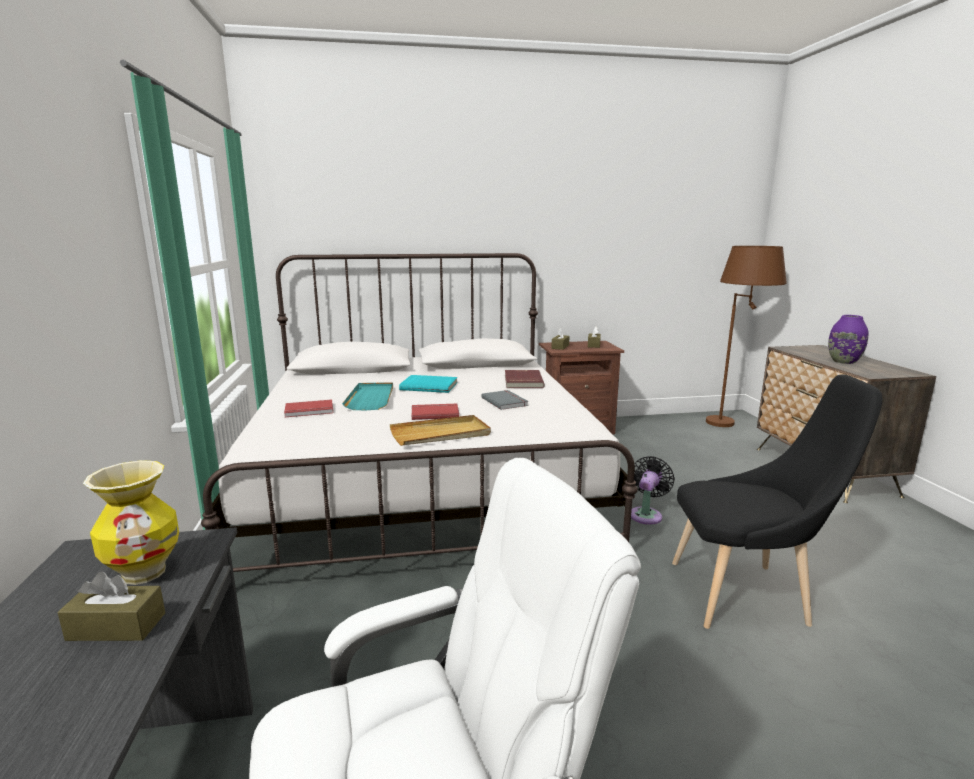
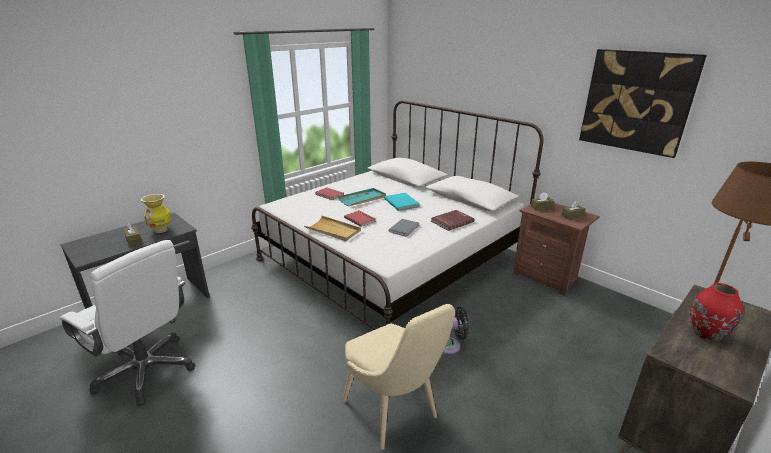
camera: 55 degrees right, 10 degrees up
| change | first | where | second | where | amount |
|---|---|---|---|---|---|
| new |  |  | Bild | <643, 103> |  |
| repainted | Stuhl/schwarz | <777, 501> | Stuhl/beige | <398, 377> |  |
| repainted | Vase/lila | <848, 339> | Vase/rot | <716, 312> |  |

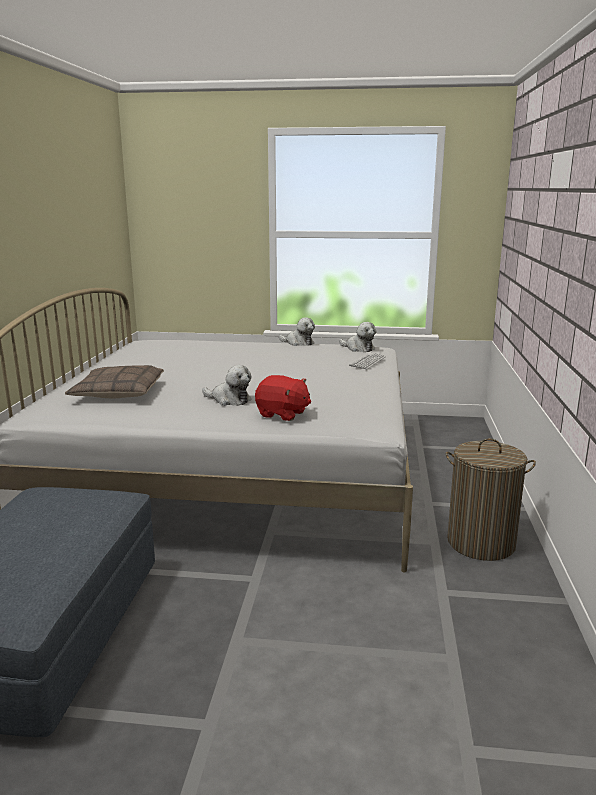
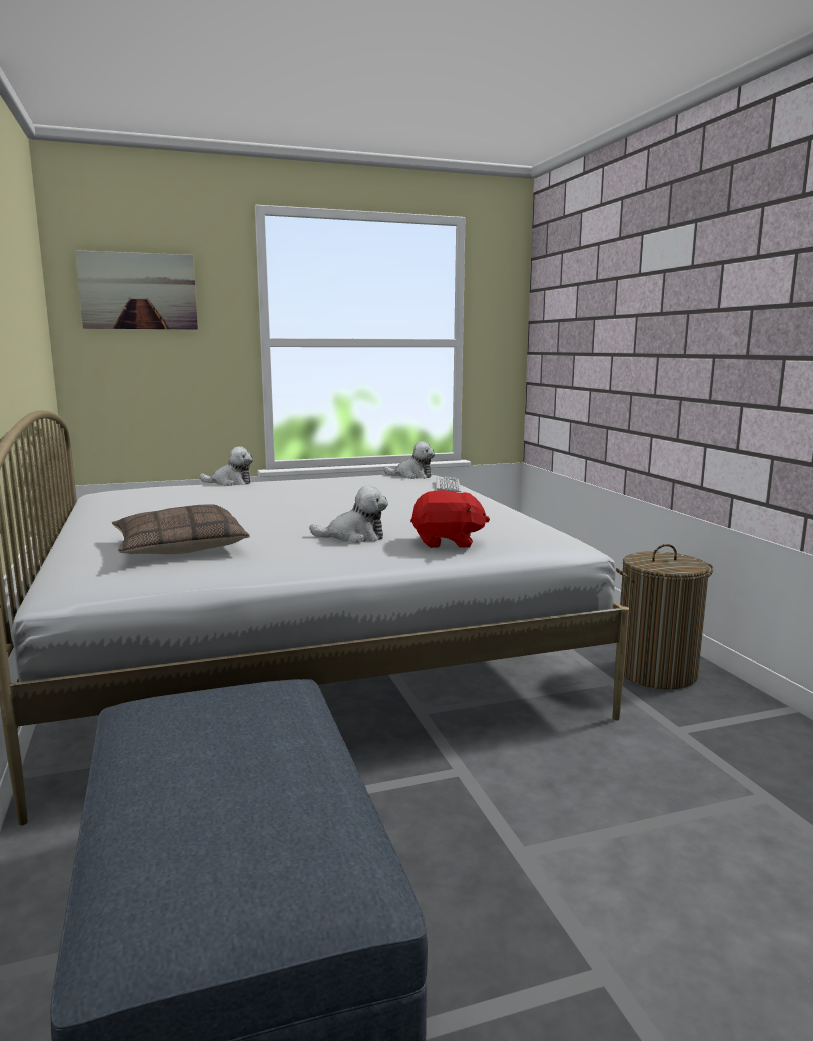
camera: 25 degrees left, 5 degrees down
| change | first | where | second | where | amount |
|---|---|---|---|---|---|
| new |  |  | Bild | <136, 290> |  |
| shifted | Plüschtier | <297, 331> |  | <226, 466> |  |

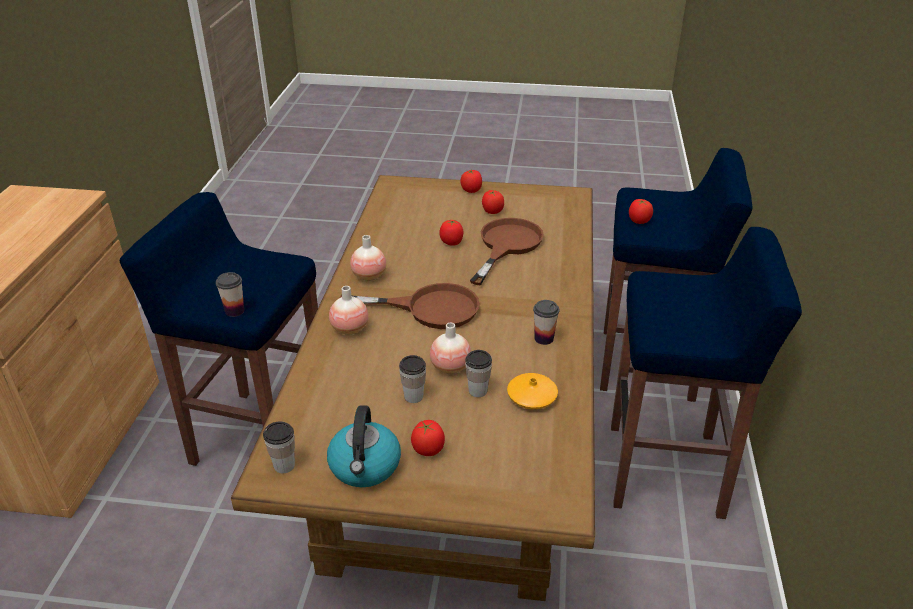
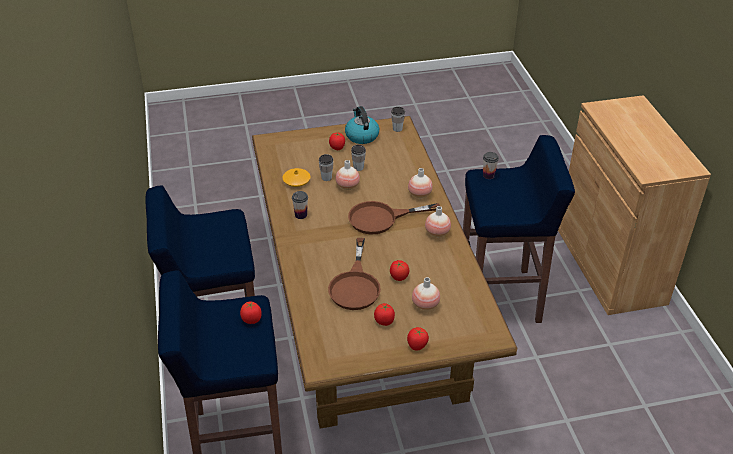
camera: 160 degrees right, 5 degrees up
| change | first | where | second | where | amount |
|---|---|---|---|---|---|
| new |  |  | Vase | <426, 293> |  |

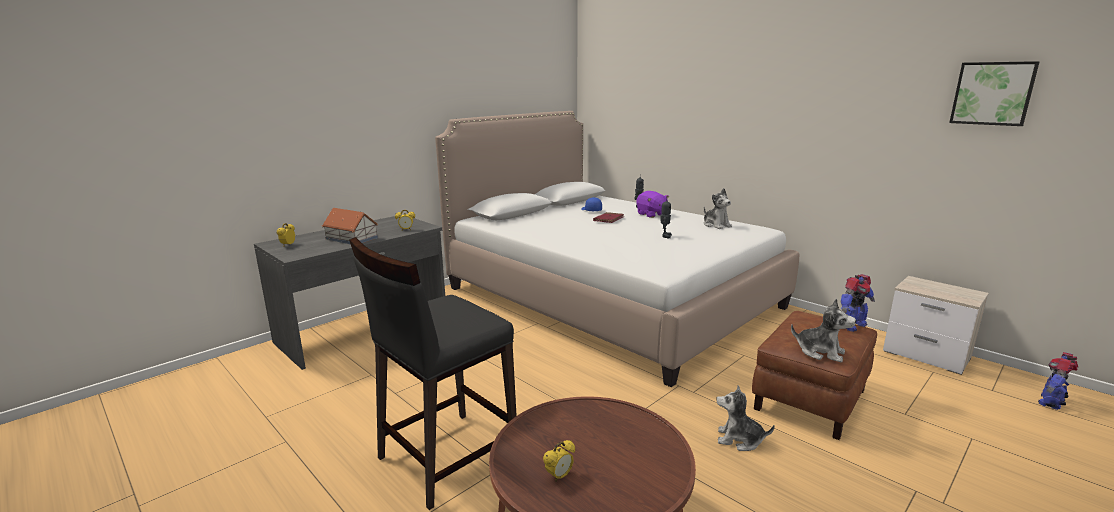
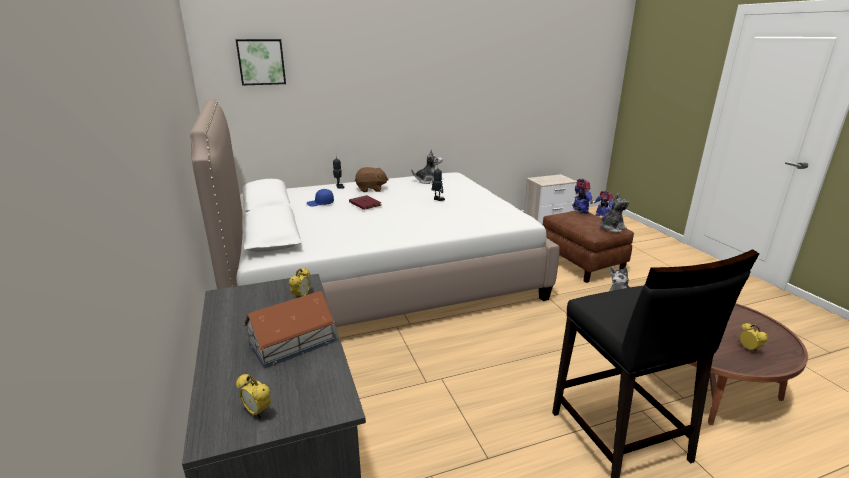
camera: 65 degrees left, 5 degrees up
| change | first | where | second | where | amount |
|---|---|---|---|---|---|
| shifted | Bild | <994, 93> |  | <261, 62> |  |
| repainted | Plüschtier/lila | <652, 204> | Plüschtier/braun | <372, 179> |  |

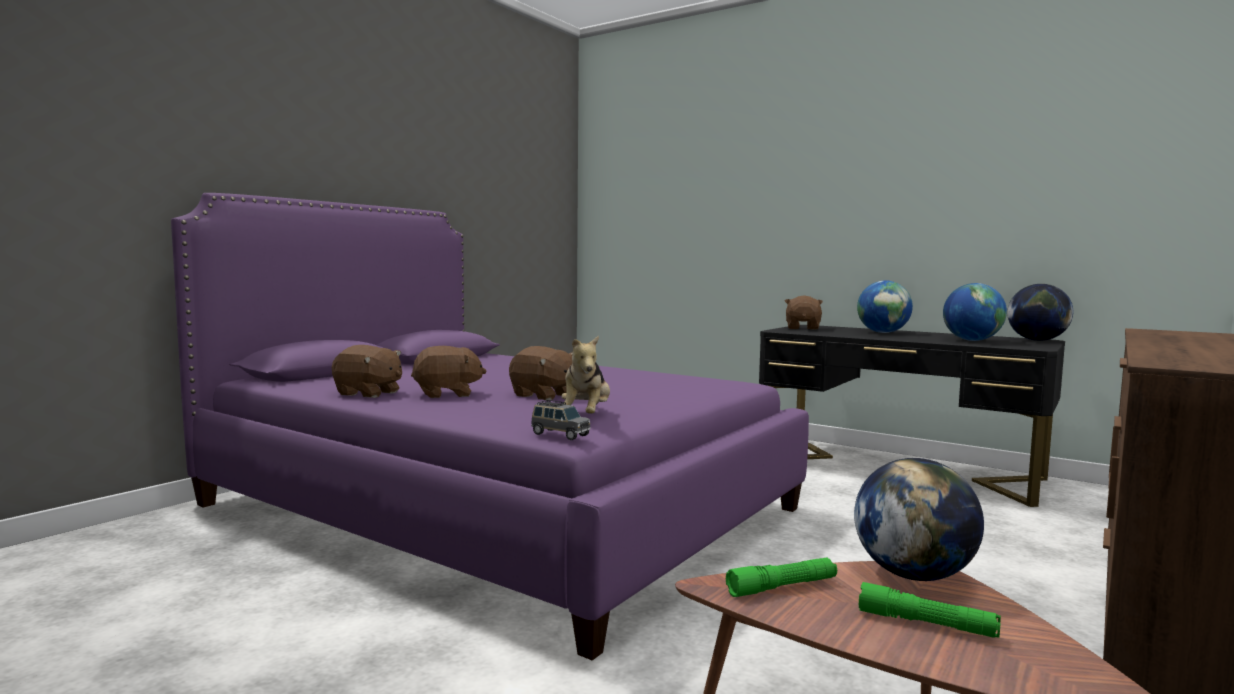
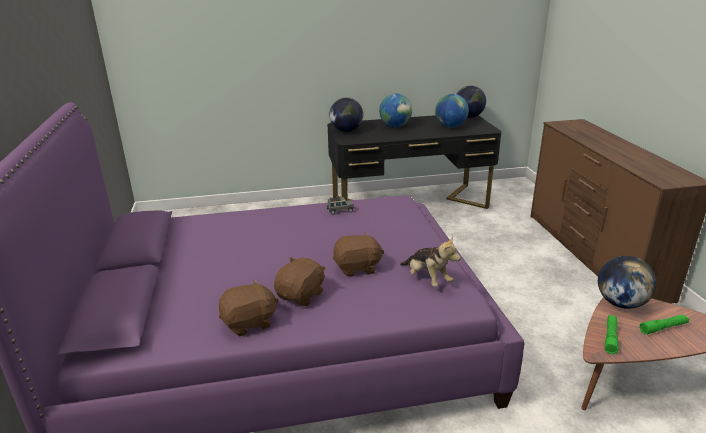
camera: 45 degrees left, 20 degrees up
| change | first | where | second | where | amount |
|---|---|---|---|---|---|
| shifted | Spielzeugauto/grau | <561, 420> |  | <340, 206> |  |
| swapped | Plüschtier/braun | <804, 312> | Globus | <346, 115> |  |

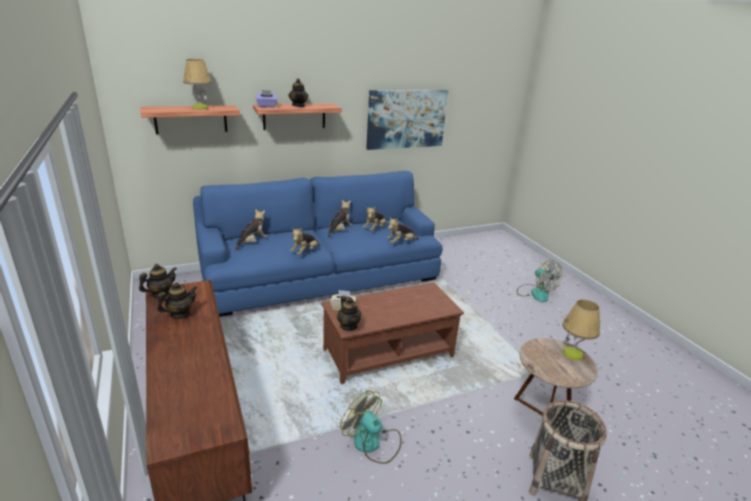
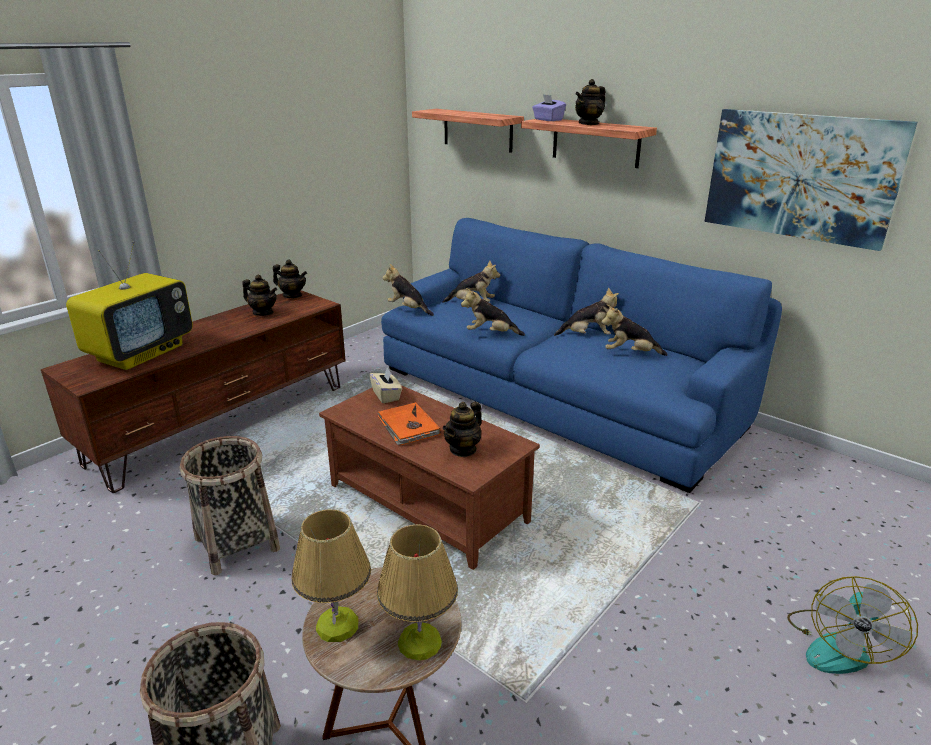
camera: 65 degrees right, 0 degrees up
| change | first | where | second | where | amount |
|---|---|---|---|---|---|
| new |  |  | Fernseher | <129, 305> |  |
| new |  |  | Buch/orange | <409, 423> |  |
| shifted | Tischlampe | <197, 84> |  | <331, 575> |  |
| shifted | Teekanne | <349, 313> |  | <462, 429> |  |
| shifted | Plüschtier | <403, 230> |  | <408, 290> |  |
| swapped | Ventilator | <371, 427> | Korb | <230, 505> |  |

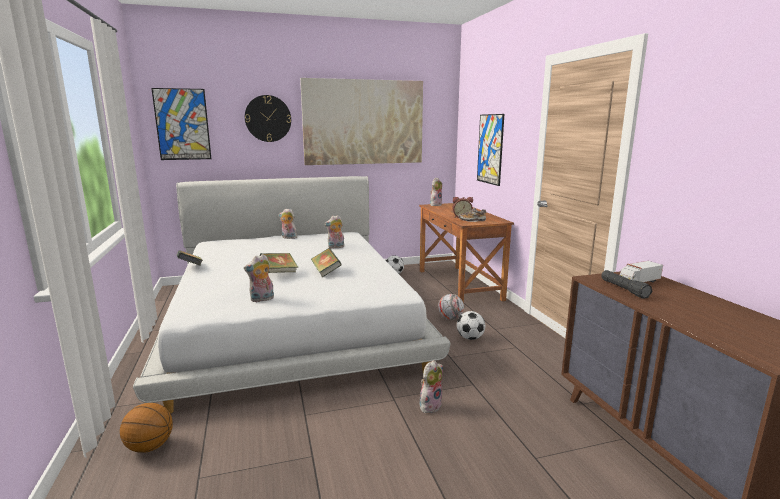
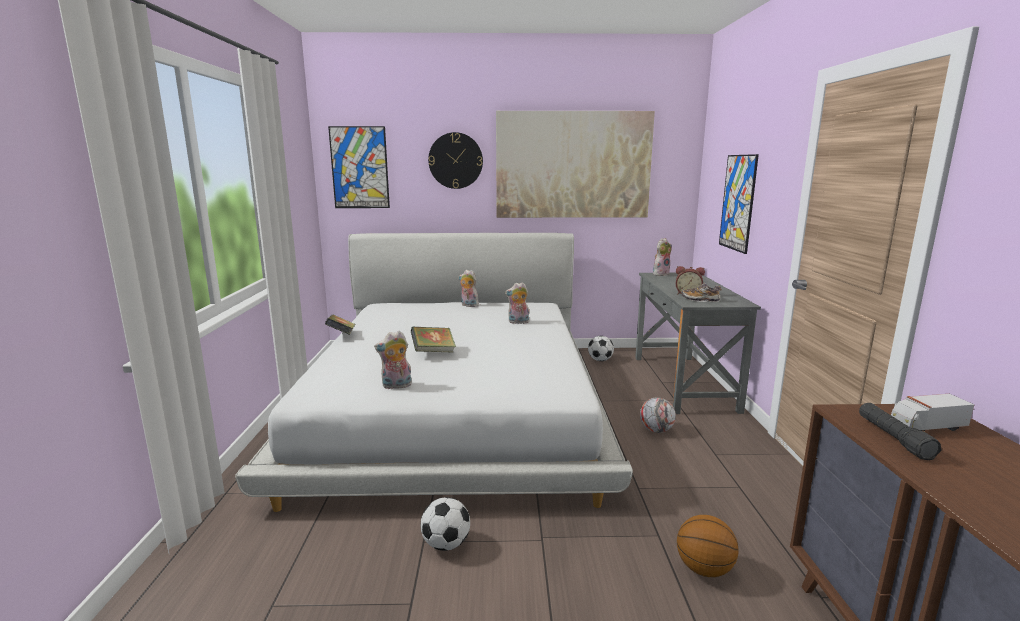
camera: 15 degrees right, 0 degrees up
| change | first | where | second | where | amount |
|---|---|---|---|---|---|
| gone | Buch | <326, 262> |  |  |  |
| gone | Plüschtier | <431, 386> |  |  |  |
| shifted | Basketball | <146, 428> |  | <707, 546> |  |
| shifted | Fußball | <471, 325> |  | <445, 524> |  |
| repainted | Schreibtisch/braun | <466, 253> | Schreibtisch/grau | <698, 343> |  |

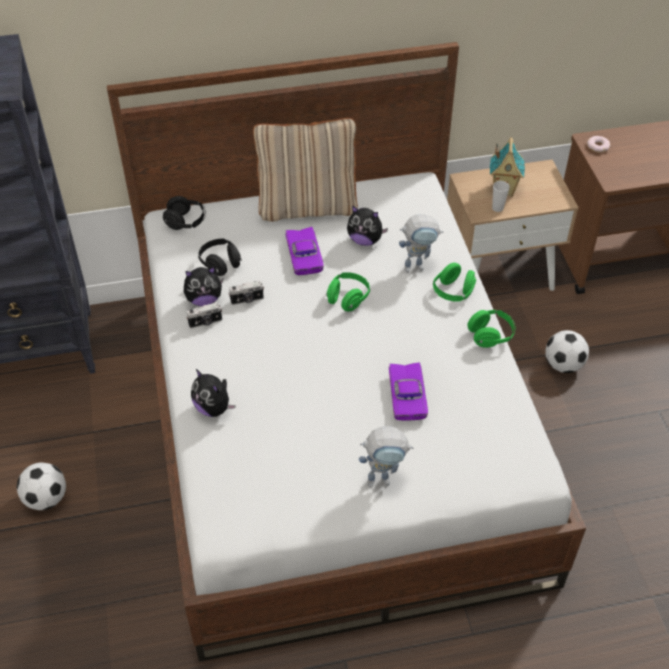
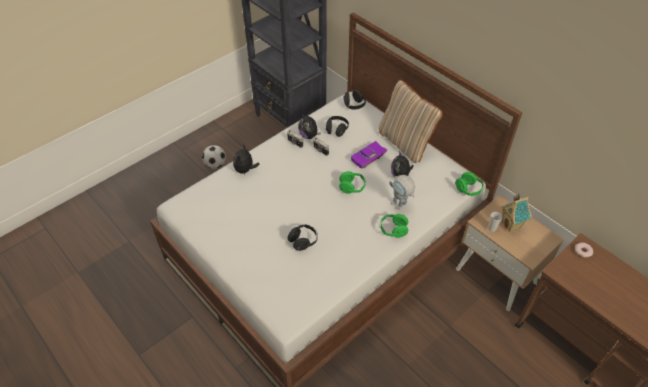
camera: 60 degrees right, 0 degrees up
| change | first | where | second | where | amount |
|---|---|---|---|---|---|
| gone | Spielzeugroboter | <386, 456> |  |  |  |
| gone | Fußball | <567, 351> |  |  |  |
| shifted | Kopfhörer/grün | <491, 329> |  | <469, 184> |  |
| swapped | Spielzeugauto/lila | <408, 391> | Kopfhörer/schwarz | <303, 237> |  |

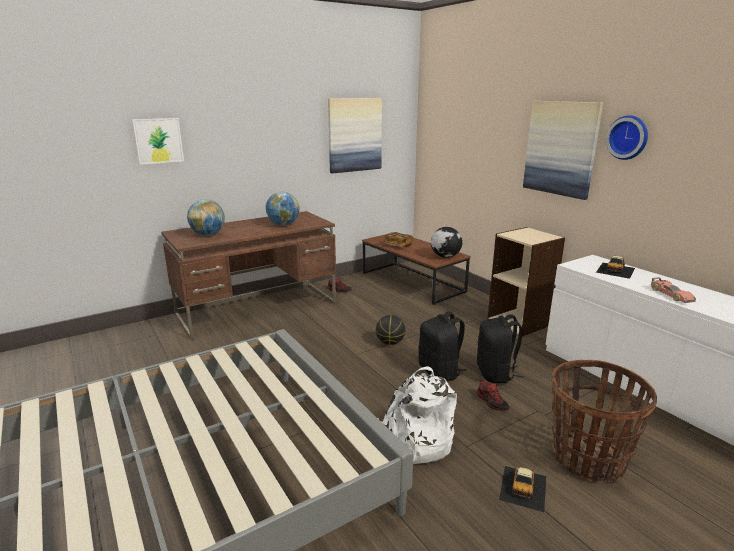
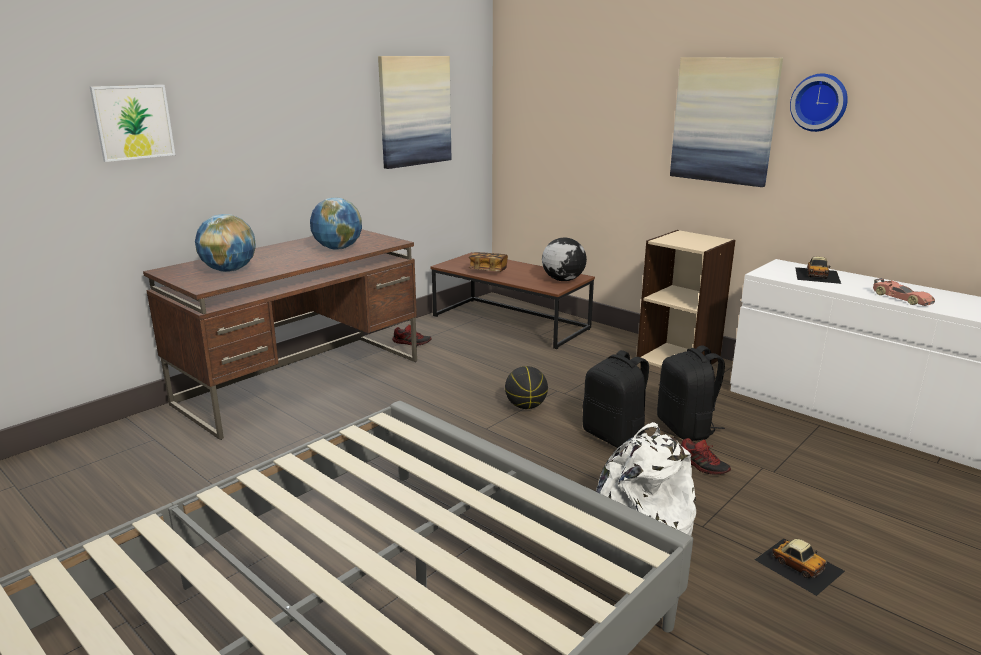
camera: 15 degrees left, 0 degrees up
| change | first | where | second | where | amount |
|---|---|---|---|---|---|
| gone | Korb | <604, 421> |  |  |  |
| rotated | Spielzeugauto | <522, 489> |  | <800, 567> | 45 degrees counterclockwise |

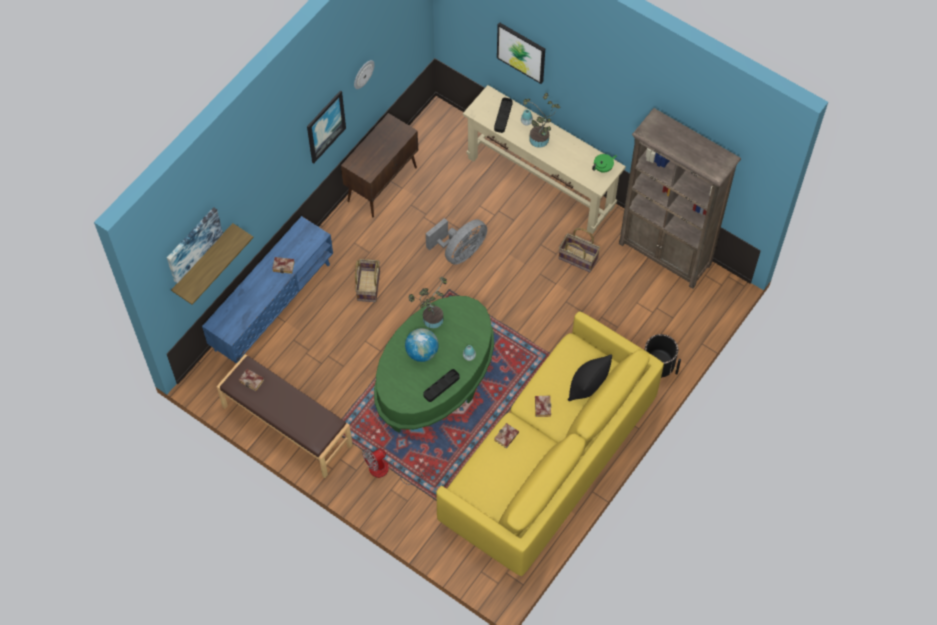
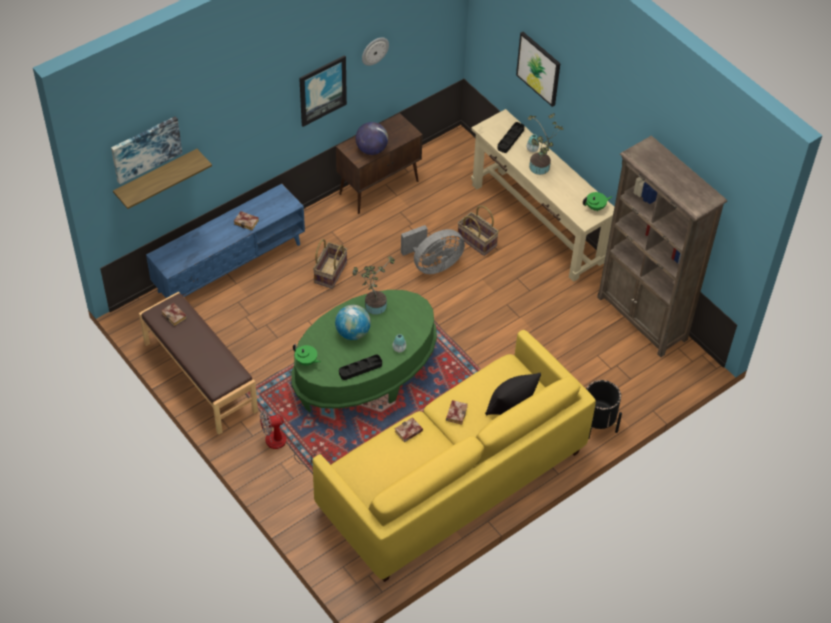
camera: 15 degrees right, 10 degrees down
| change | first | where | second | where | amount |
|---|---|---|---|---|---|
| new |  |  | Teekanne/grün | <307, 355> |  |
| new |  |  | Globus | <371, 138> |  |
| shifted | Korb | <579, 250> |  | <478, 231> |  |

